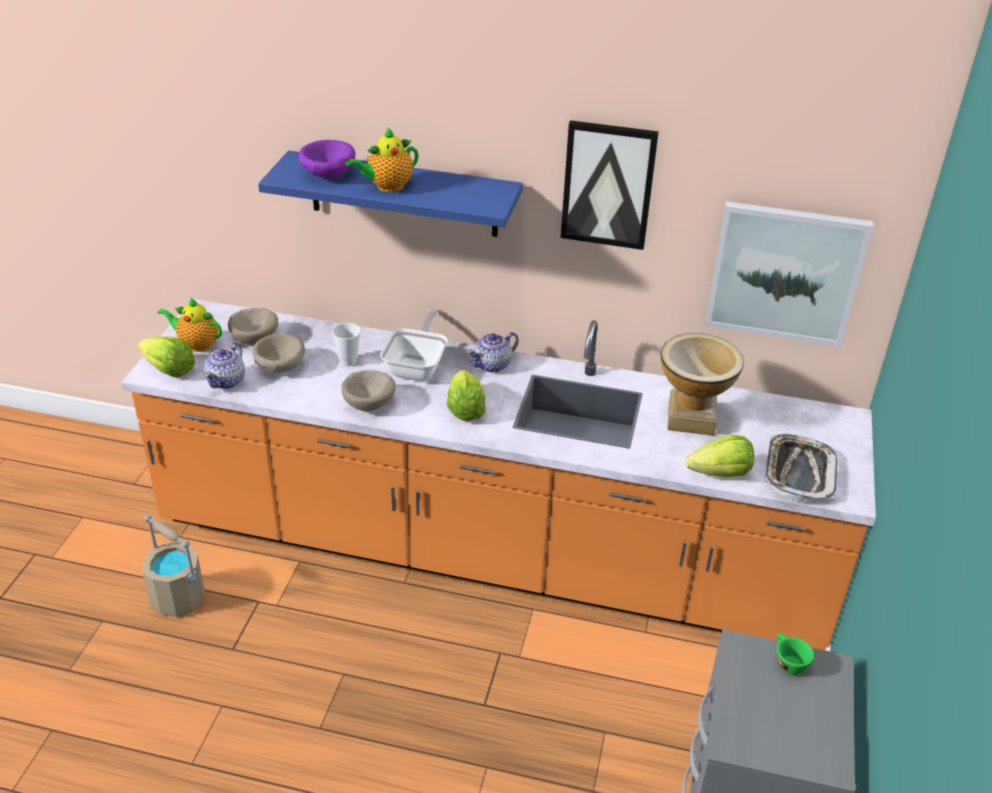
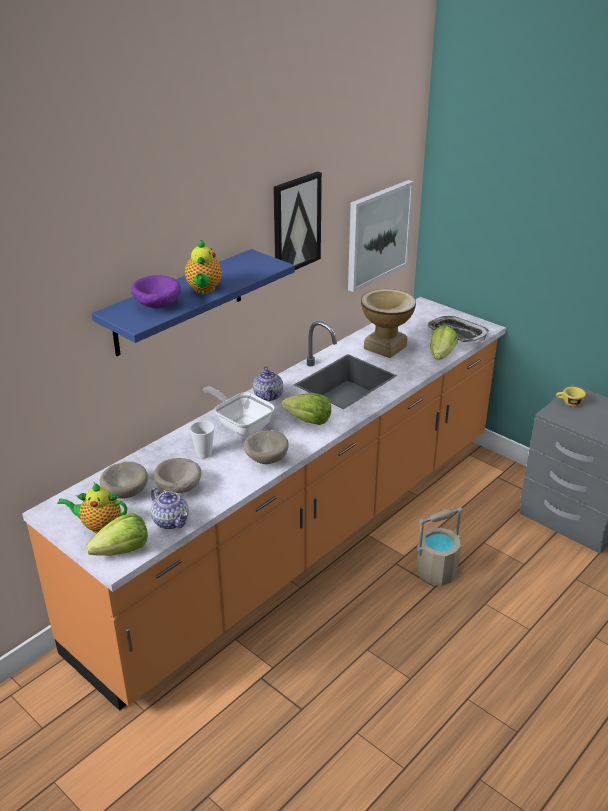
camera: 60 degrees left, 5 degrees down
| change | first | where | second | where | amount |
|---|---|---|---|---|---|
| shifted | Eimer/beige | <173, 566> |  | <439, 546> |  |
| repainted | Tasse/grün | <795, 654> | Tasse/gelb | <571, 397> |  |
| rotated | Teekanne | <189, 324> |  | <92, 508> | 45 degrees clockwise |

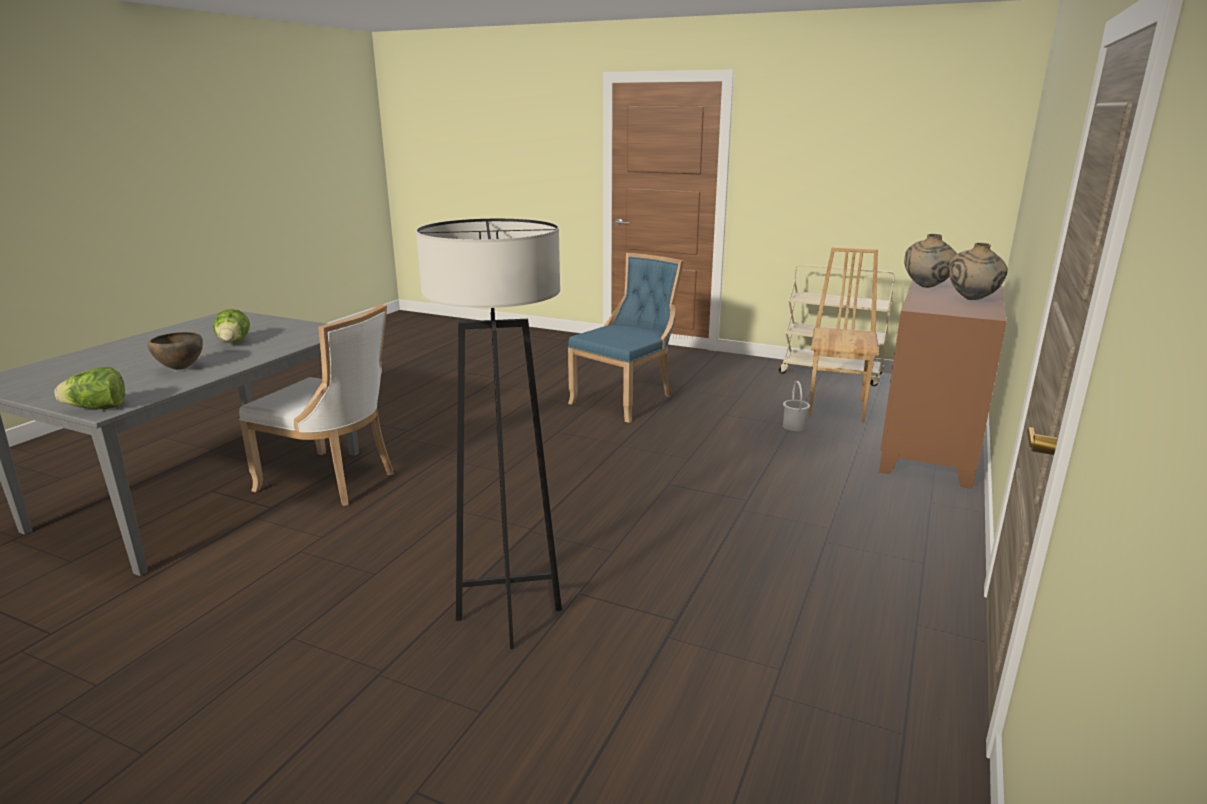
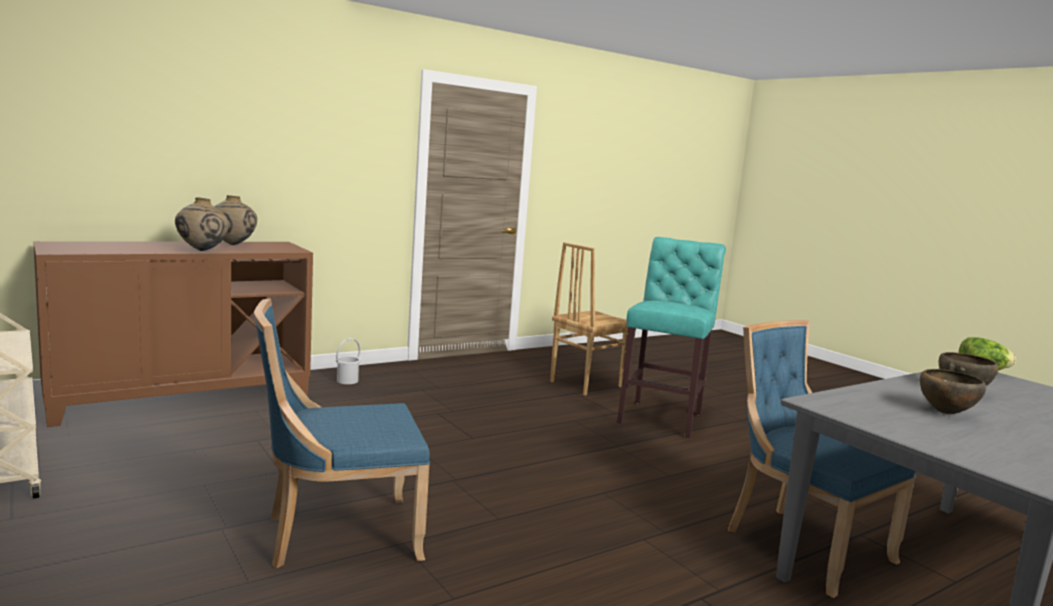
camera: 150 degrees left, 10 degrees down
| change | first | where | second | where | amount |
|---|---|---|---|---|---|
| shifted | Eimer/weiß | <796, 406> |  | <348, 361> |  |
| shifted | Stuhl/braun | <843, 335> |  | <589, 318> |  |
| swapped | Salatkopf | <231, 326> | Schüssel/braun | <953, 391> |  |
| swapped | Stehlampe/grau | <489, 433> | Hocker/türkis | <671, 338> |  |
| repainted | Stuhl/weiß | <316, 405> | Stuhl/blau | <822, 459> |  |

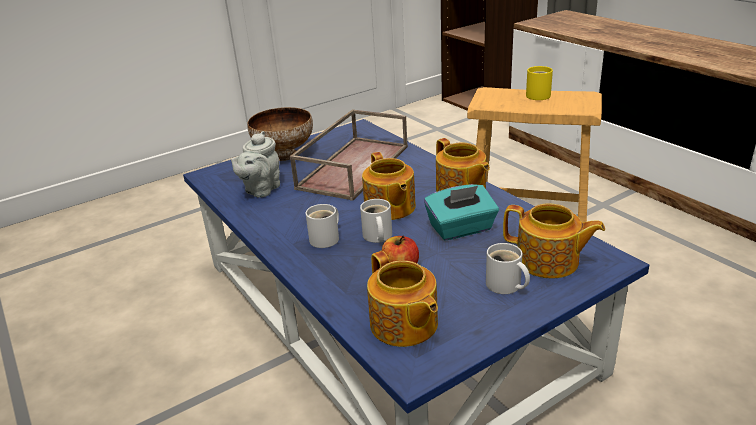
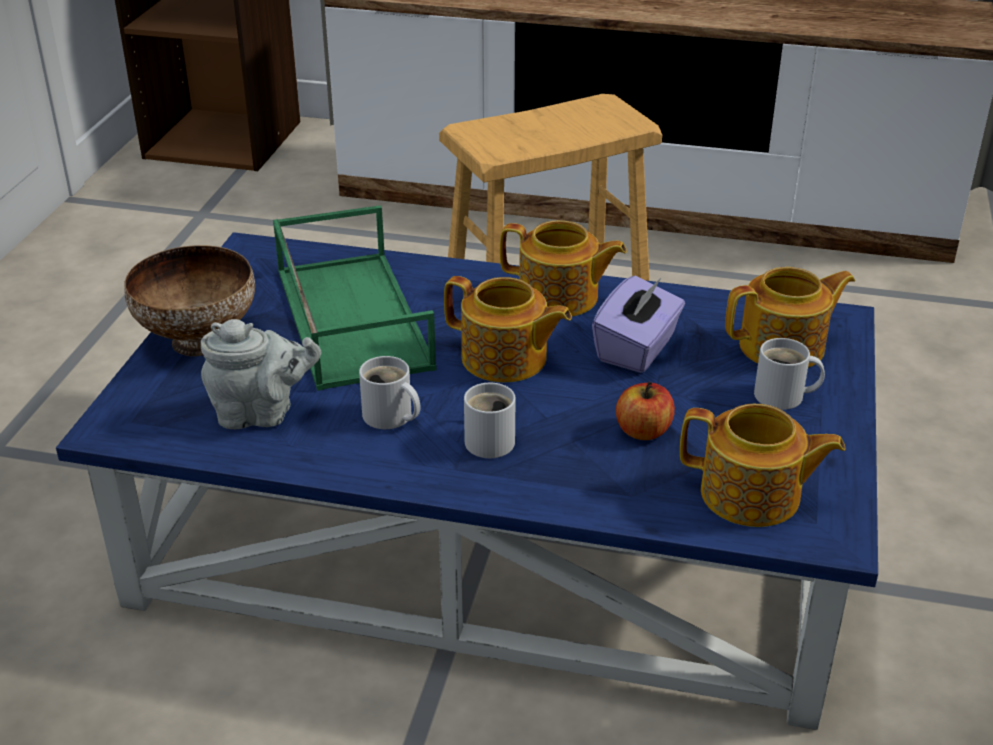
camera: 45 degrees left, 5 degrees up
| change | first | where | second | where | amount |
|---|---|---|---|---|---|
| gone | Henkelbecher/gelb | <539, 83> |  |  |  |
| shifted | Henkelbecher/weiß | <376, 221> |  | <389, 392> |  |
| repainted | Tablett/braun | <349, 155> | Tablett/grün | <355, 298> |  |
| repainted | Taschentuchbox/türkis | <461, 212> | Taschentuchbox/lila | <638, 324> |  |
| rotated | Teekanne/grau | <255, 164> |  | <261, 374> | 75 degrees counterclockwise |

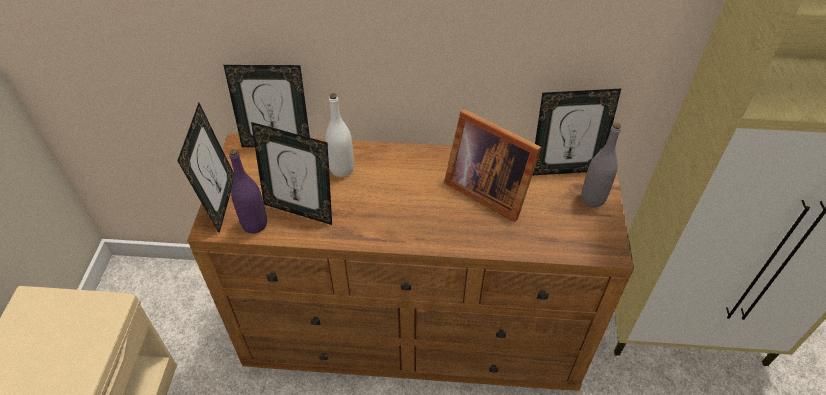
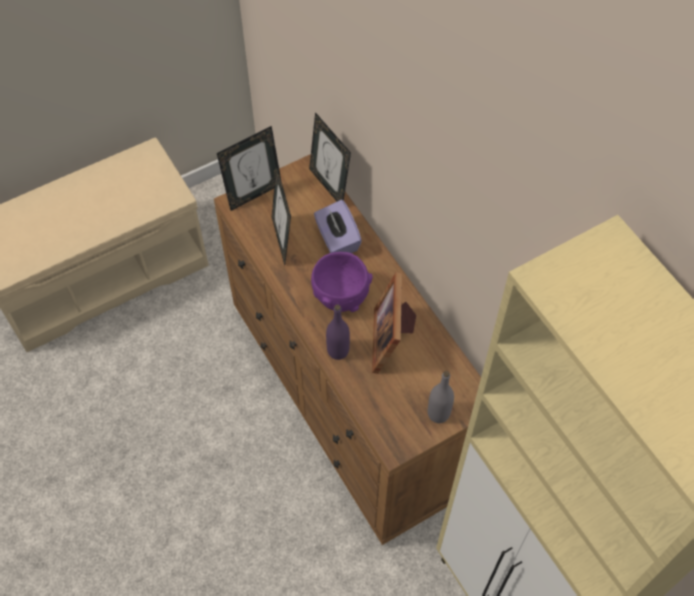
camera: 55 degrees right, 10 degrees up
| change | first | where | second | where | amount |
|---|---|---|---|---|---|
| gone | Bilderrahmen | <577, 132> |  |  |  |
| new |  |  | Schüssel/lila | <342, 282> |  |
| shifted | Flasche/lila | <248, 191> |  | <338, 332> |  |
| swapped | Flasche/weiß | <339, 135> | Taschentuchbox/lila | <338, 226> |  |

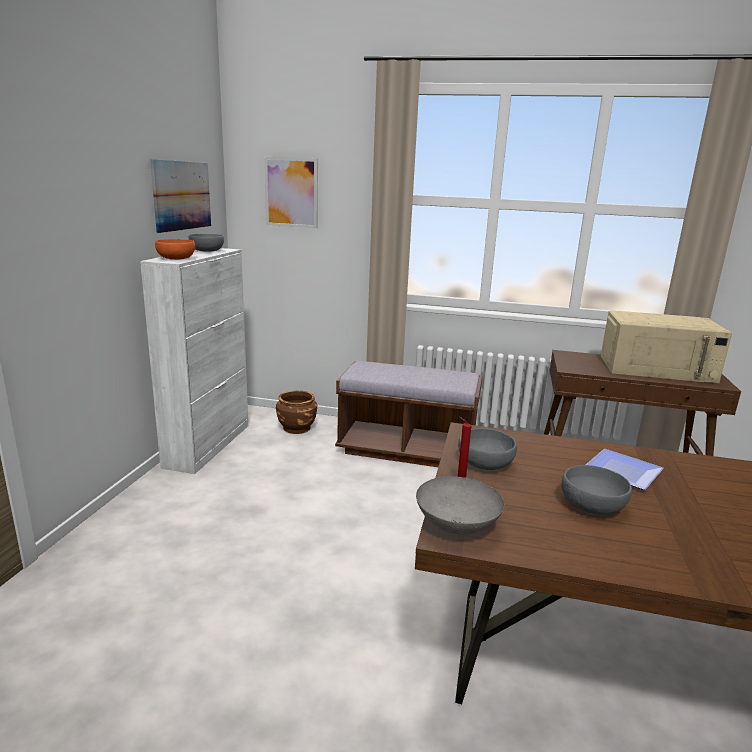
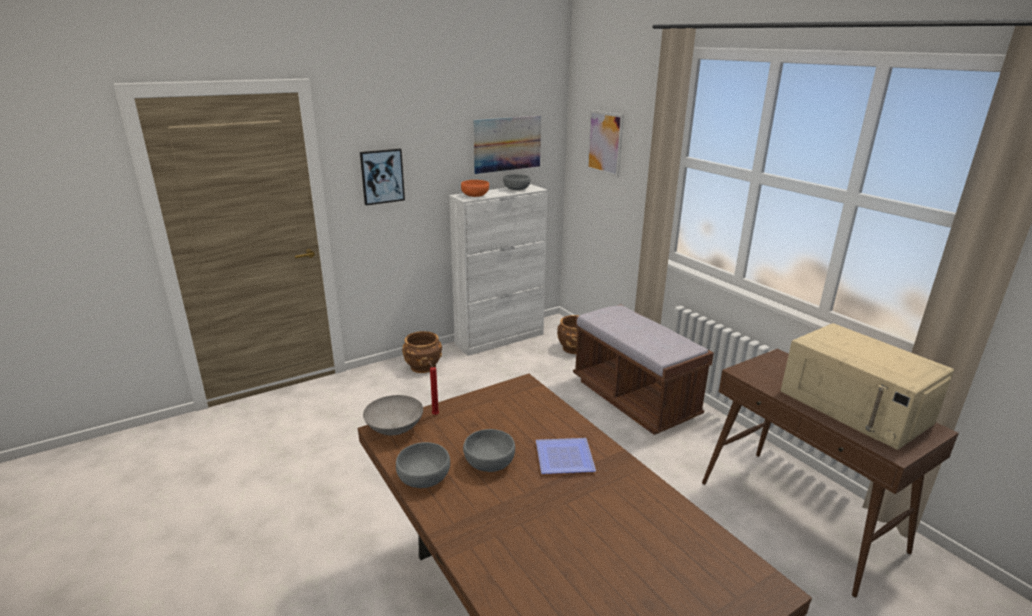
camera: 45 degrees right, 5 degrees up
| change | first | where | second | where | amount |
|---|---|---|---|---|---|
| new |  |  | Bild | <382, 177> |  |
| new |  |  | Pflanzkübel/braun | <422, 352> |  |
| shifted | Schüssel/grau | <487, 449> |  | <423, 465> |  |

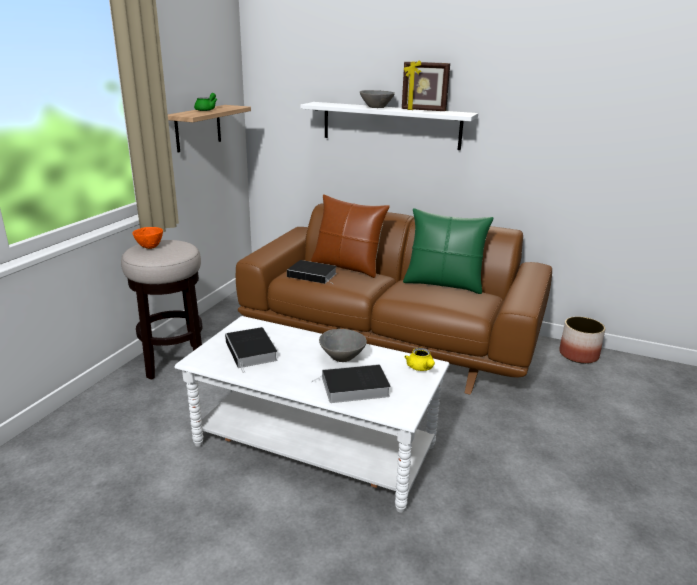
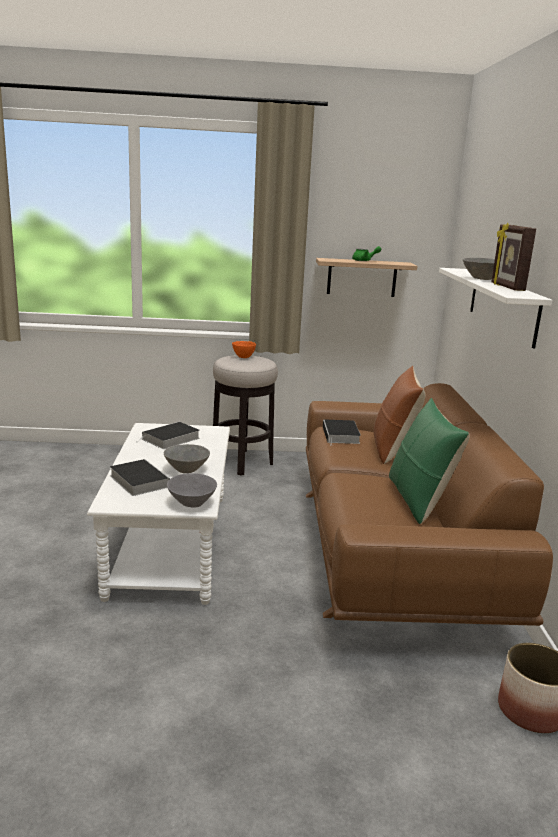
camera: 65 degrees right, 5 degrees down
| change | first | where | second | where | amount |
|---|---|---|---|---|---|
| swapped | Teekanne/gelb | <419, 359> | Schüssel/grau | <192, 490> |  |

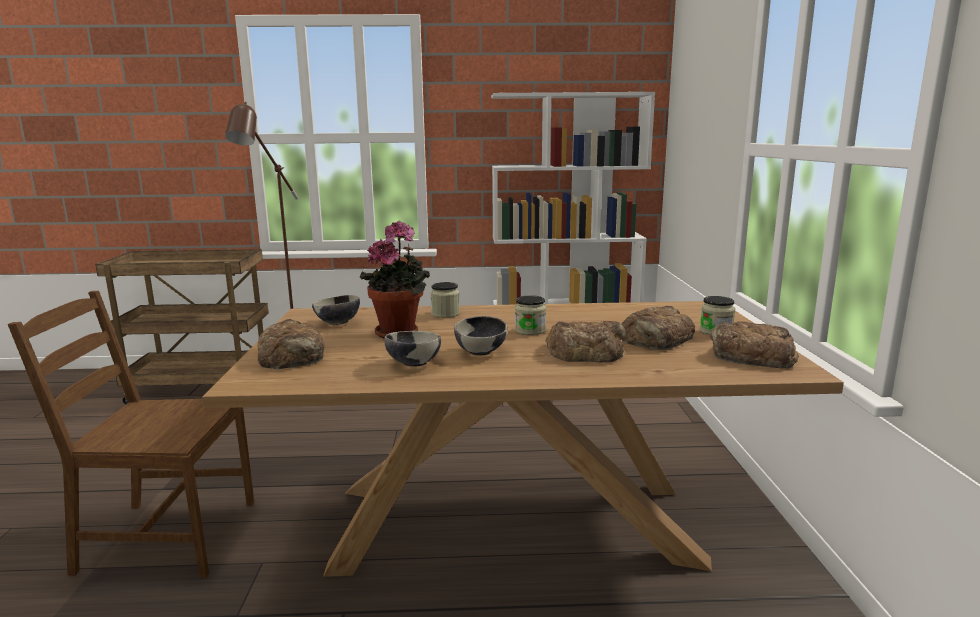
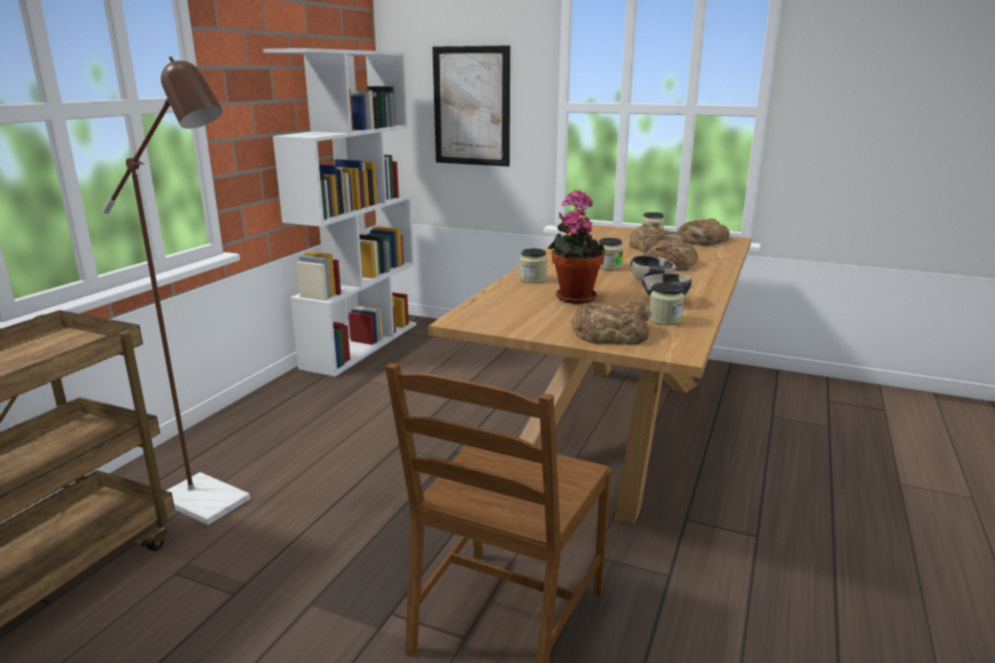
camera: 65 degrees left, 5 degrees up
| change | first | where | second | where | amount |
|---|---|---|---|---|---|
| gone | Schüssel | <336, 310> |  |  |  |
| new |  |  | Bild | <471, 106> |  |
| new |  |  | Vorratsglas | <666, 304> |  |

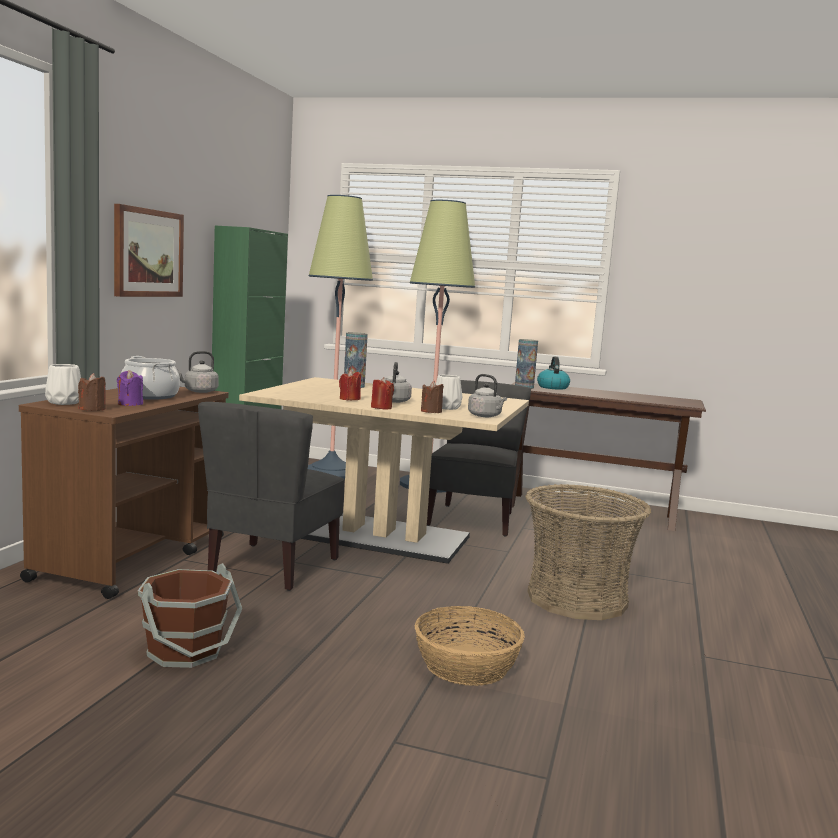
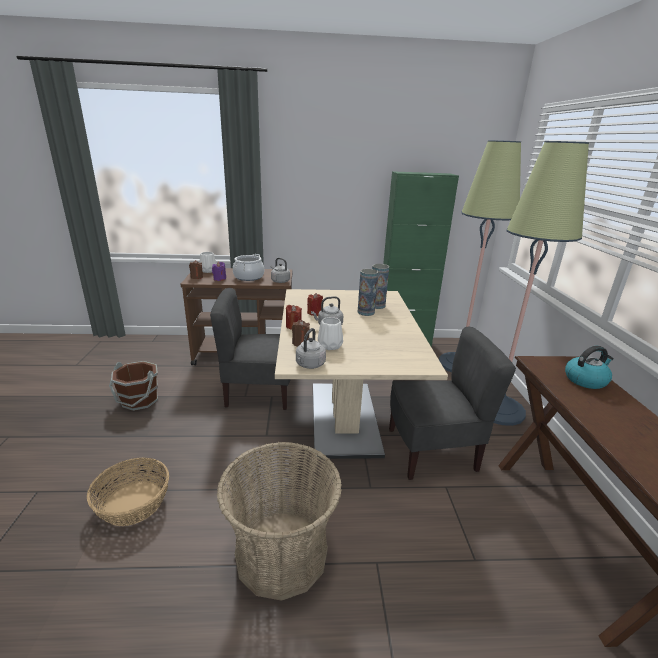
camera: 70 degrees right, 15 degrees up
| change | first | where | second | where | amount |
|---|---|---|---|---|---|
| gone | Bild | <149, 250> |  |  |  |
| shifted | Vase | <526, 364> |  | <368, 292> |  |

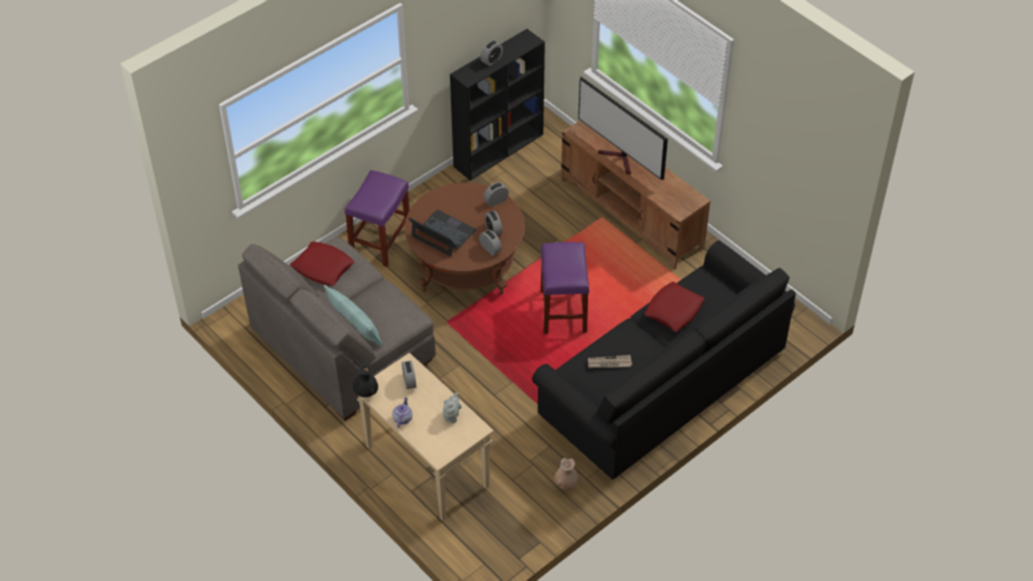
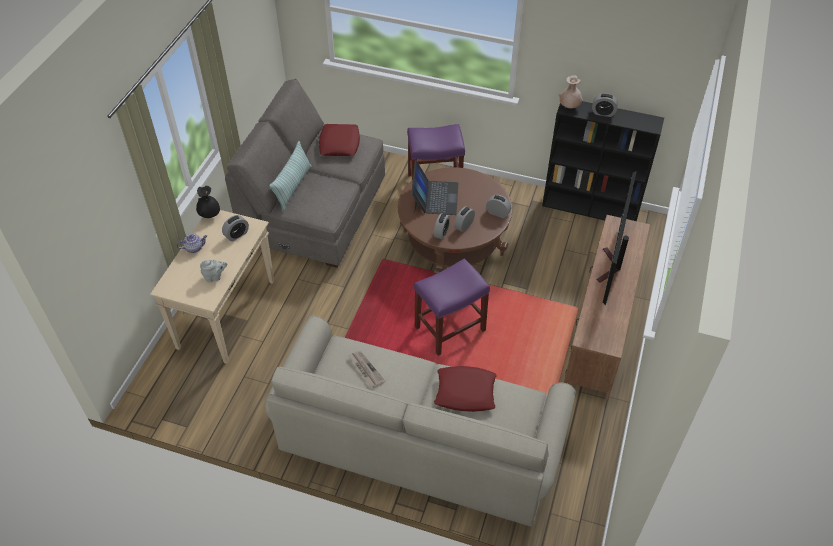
camera: 60 degrees right, 0 degrees up
| change | first | where | second | where | amount |
|---|---|---|---|---|---|
| shifted | Vase/beige | <566, 474> |  | <571, 91> |  |
| repainted | Sofa/schwarz | <664, 360> | Sofa/beige | <420, 421> |  |

